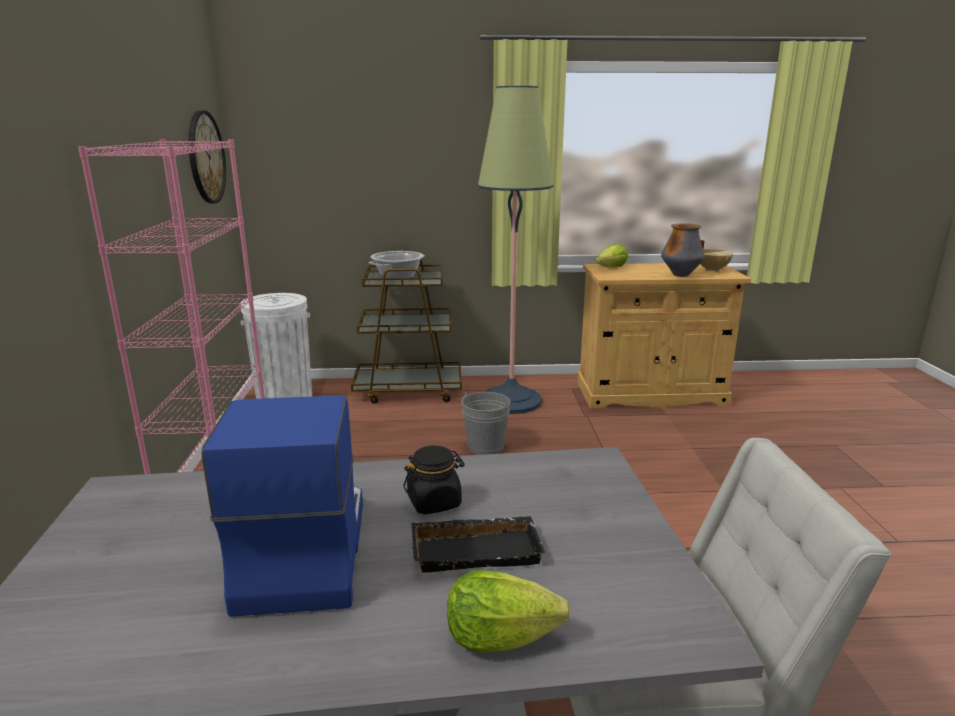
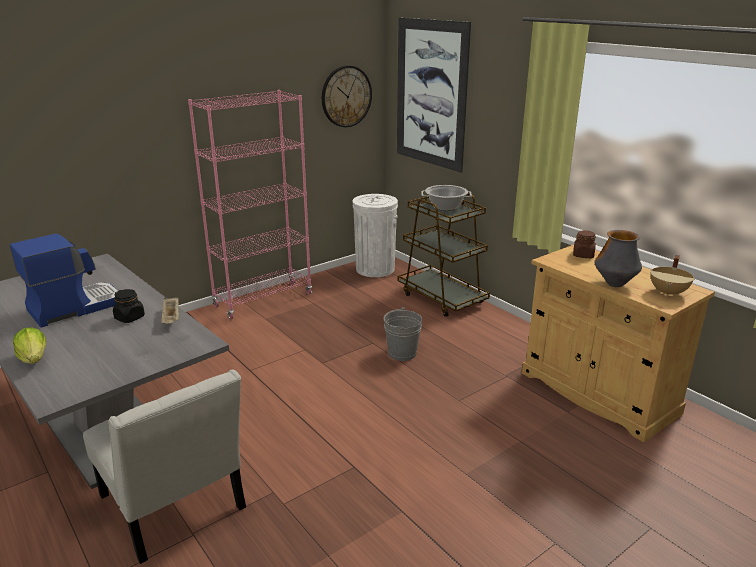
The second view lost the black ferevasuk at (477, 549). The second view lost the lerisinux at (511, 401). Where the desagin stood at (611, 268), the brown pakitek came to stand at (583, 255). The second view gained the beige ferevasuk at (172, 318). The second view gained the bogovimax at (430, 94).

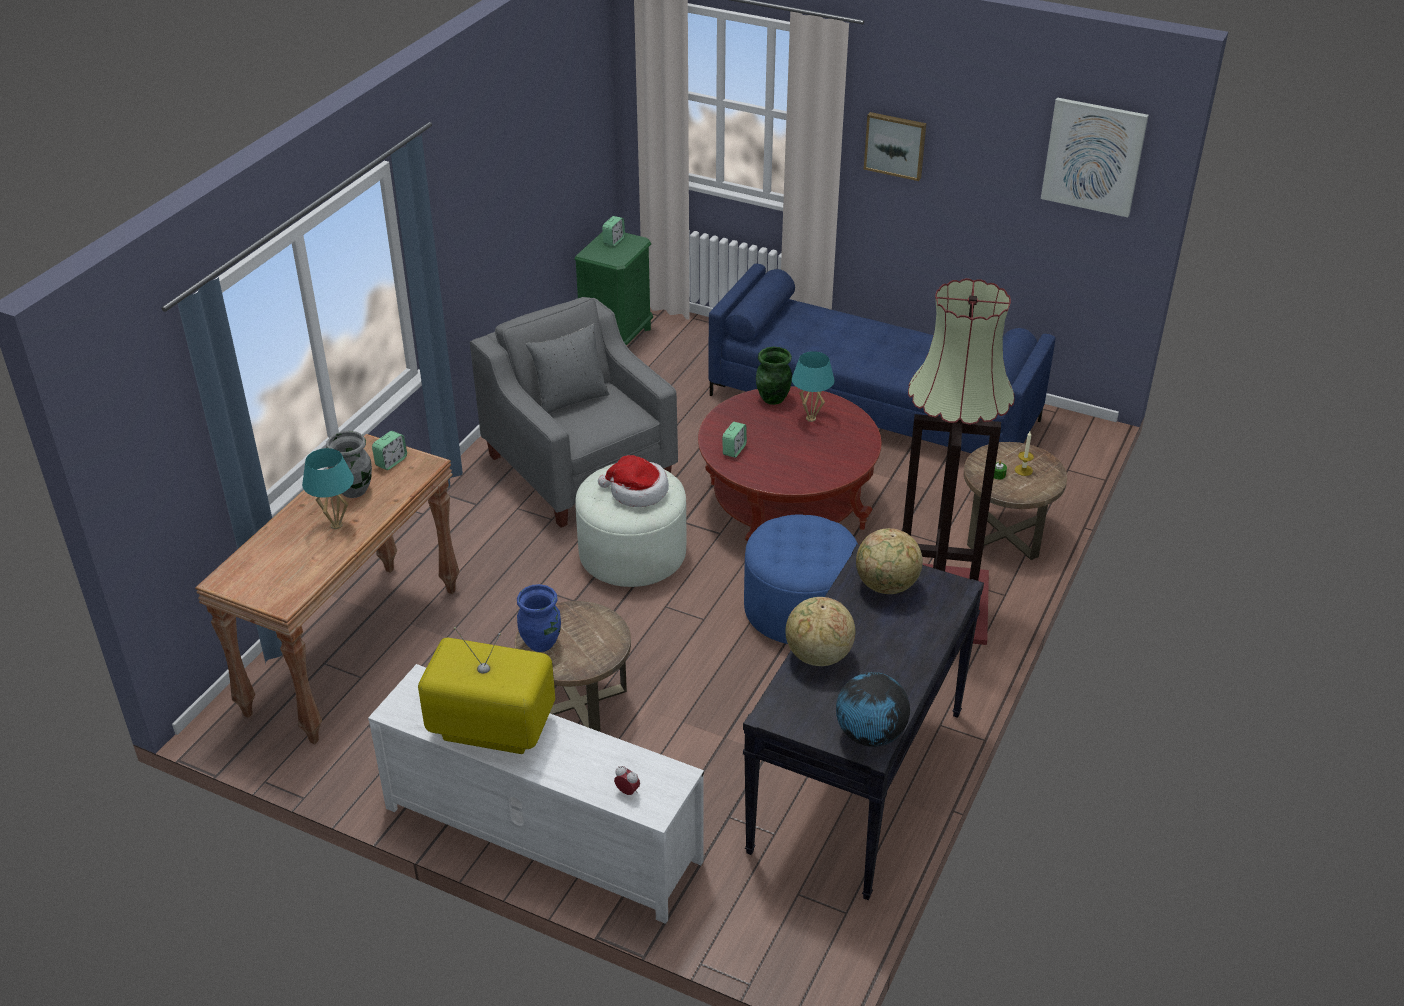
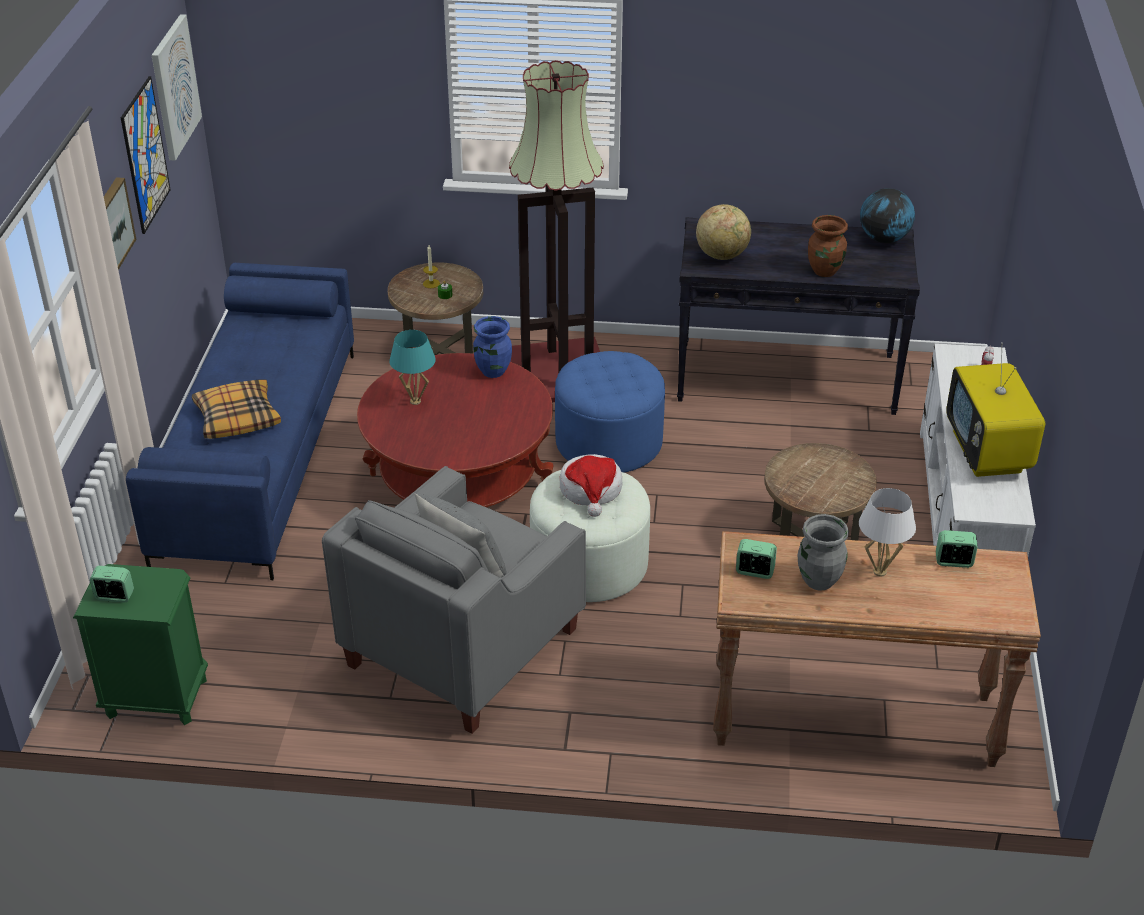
What was the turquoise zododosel at (336, 525) turned into the white zododosel at (880, 572). The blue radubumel ended up elsewhere, having gone from (541, 643) to (492, 371). The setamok ended up elsewhere, having gone from (734, 450) to (954, 561). The second view lost the green radubumel at (773, 399). Where the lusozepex stood at (818, 656), the brown radubumel came to stand at (825, 271). The second view gained the bogovimax at (145, 155). The second view gained the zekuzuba at (237, 418).

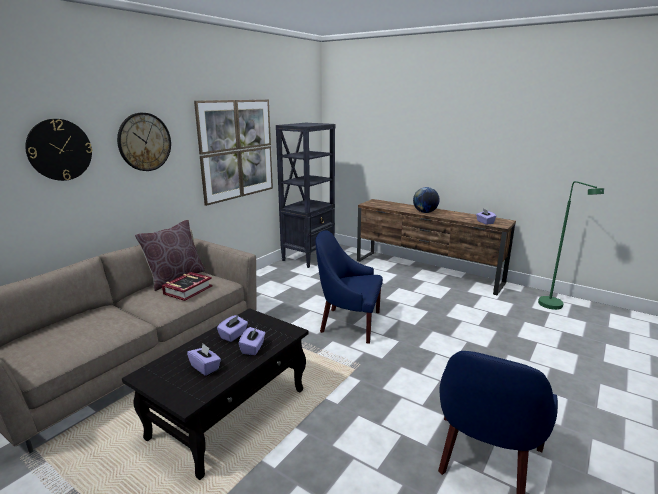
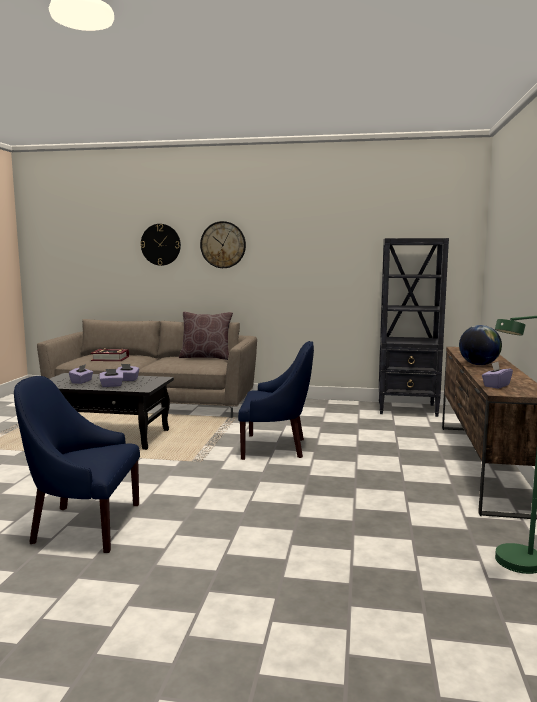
The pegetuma ended up elsewhere, having gone from (187, 290) to (110, 359). The second view lost the bogovimax at (237, 149). The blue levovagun at (349, 323) ended up facing another way, 105 degrees clockwise from before.

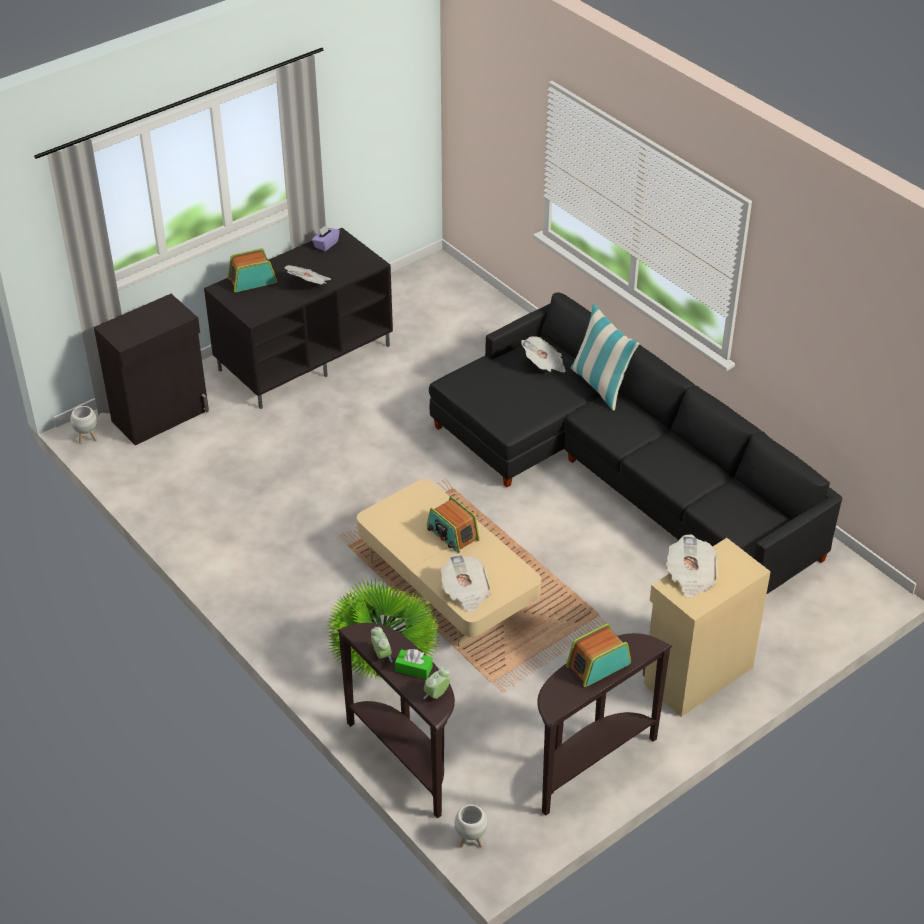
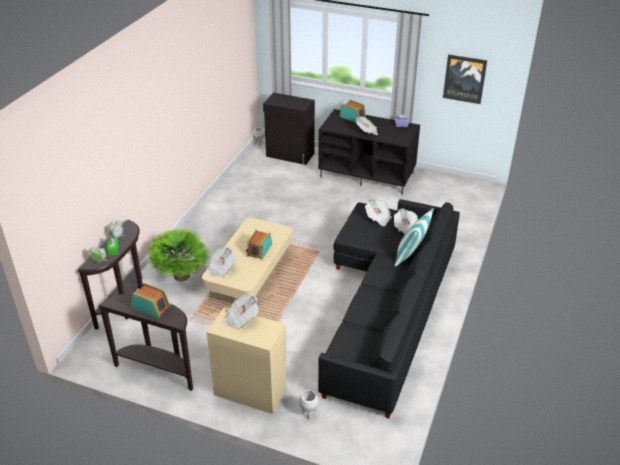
The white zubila ended up elsewhere, having gone from (470, 841) to (308, 413). The second view gained the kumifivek at (378, 218). The second view gained the bogovimax at (464, 79).

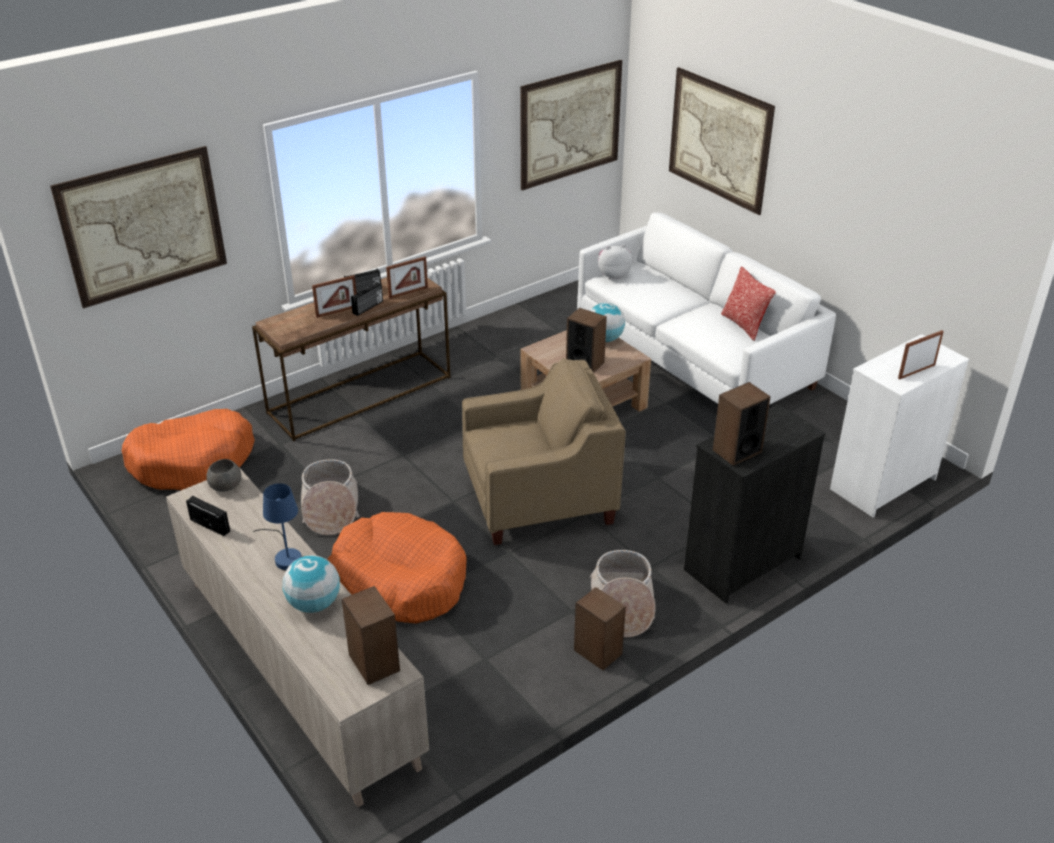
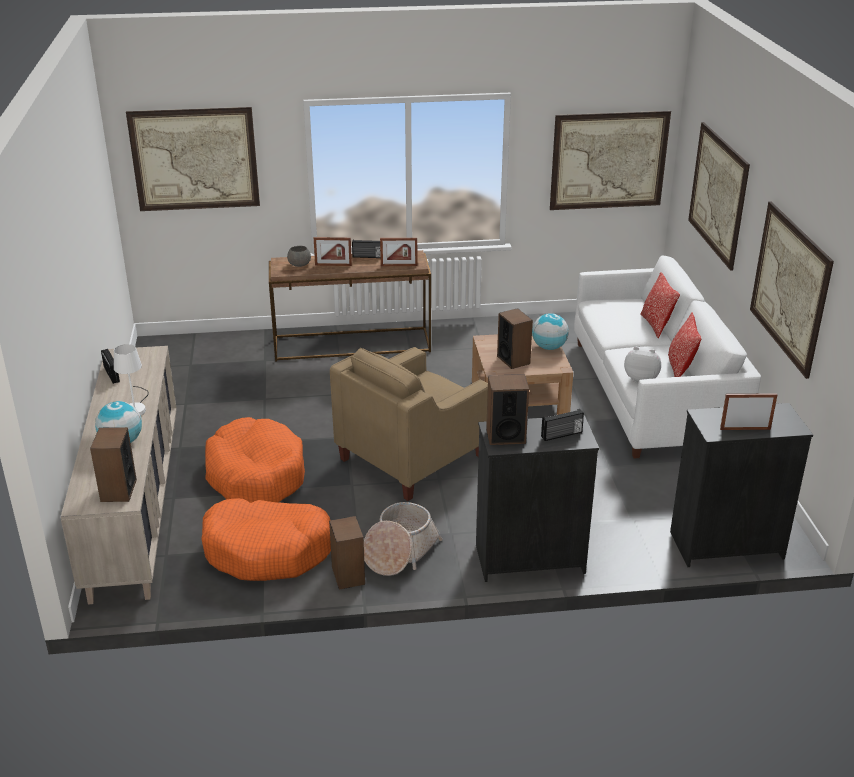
The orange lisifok ended up elsewhere, having gone from (193, 461) to (268, 550). The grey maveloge ended up elsewhere, having gone from (225, 485) to (299, 264). What was the blue zododosel at (285, 555) turned into the white zododosel at (136, 407). The second view lost the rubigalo at (330, 509). The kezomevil ended up elsewhere, having gone from (368, 307) to (562, 435). The beige levovagun at (539, 500) ended up facing another way, 120 degrees clockwise from before. The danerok ended up elsewhere, having gone from (613, 275) to (641, 379). What was the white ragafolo at (882, 484) turned into the black ragafolo at (726, 544). The second view gained the zekuzuba at (656, 325). The second view gained the bogovimax at (789, 287).

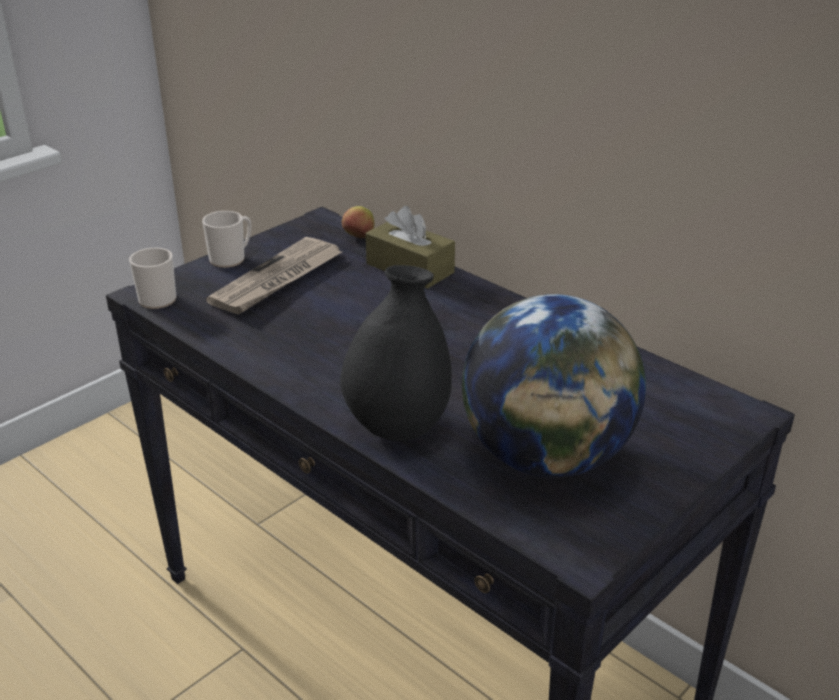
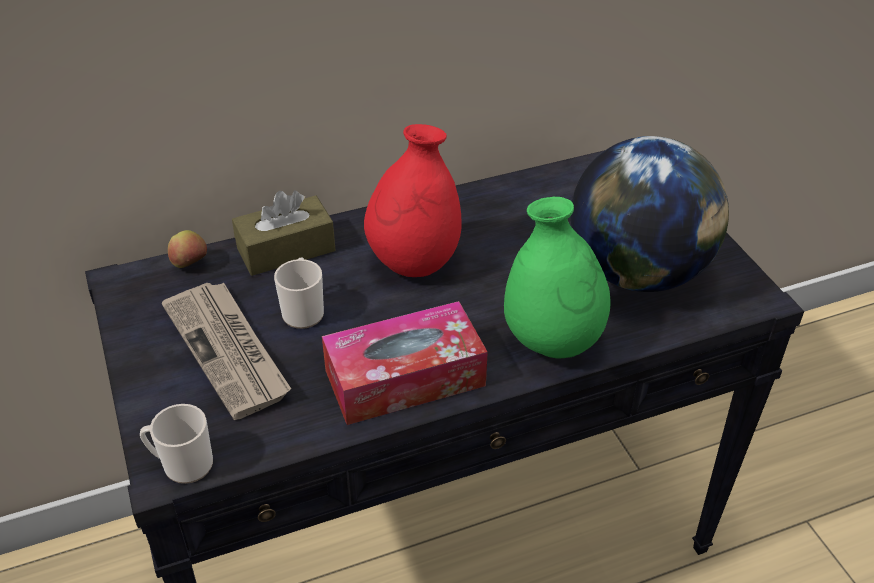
The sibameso ended up elsewhere, having gone from (231, 258) to (303, 310). What was the black radubumel at (398, 426) turned into the green radubumel at (552, 341). The second view gained the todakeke at (405, 378). The second view gained the red radubumel at (414, 262).

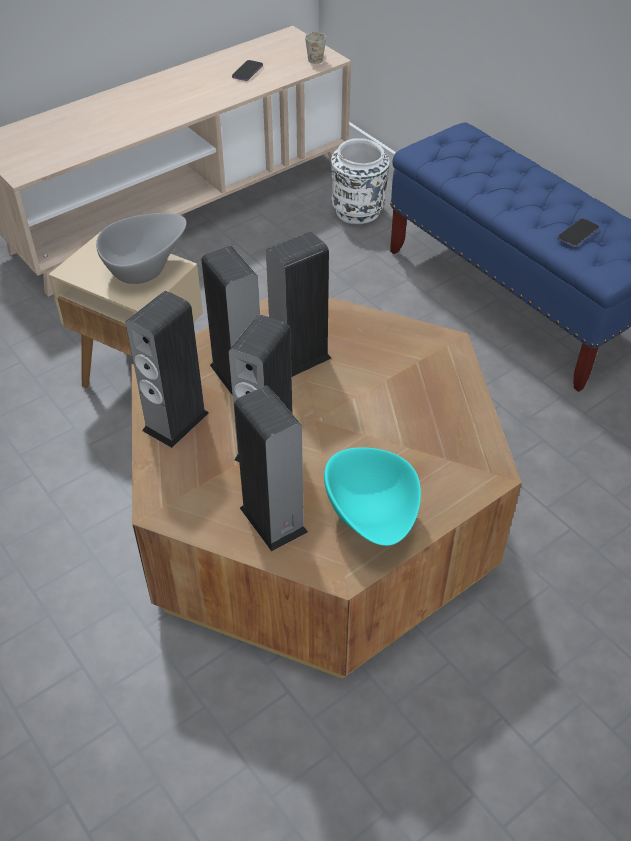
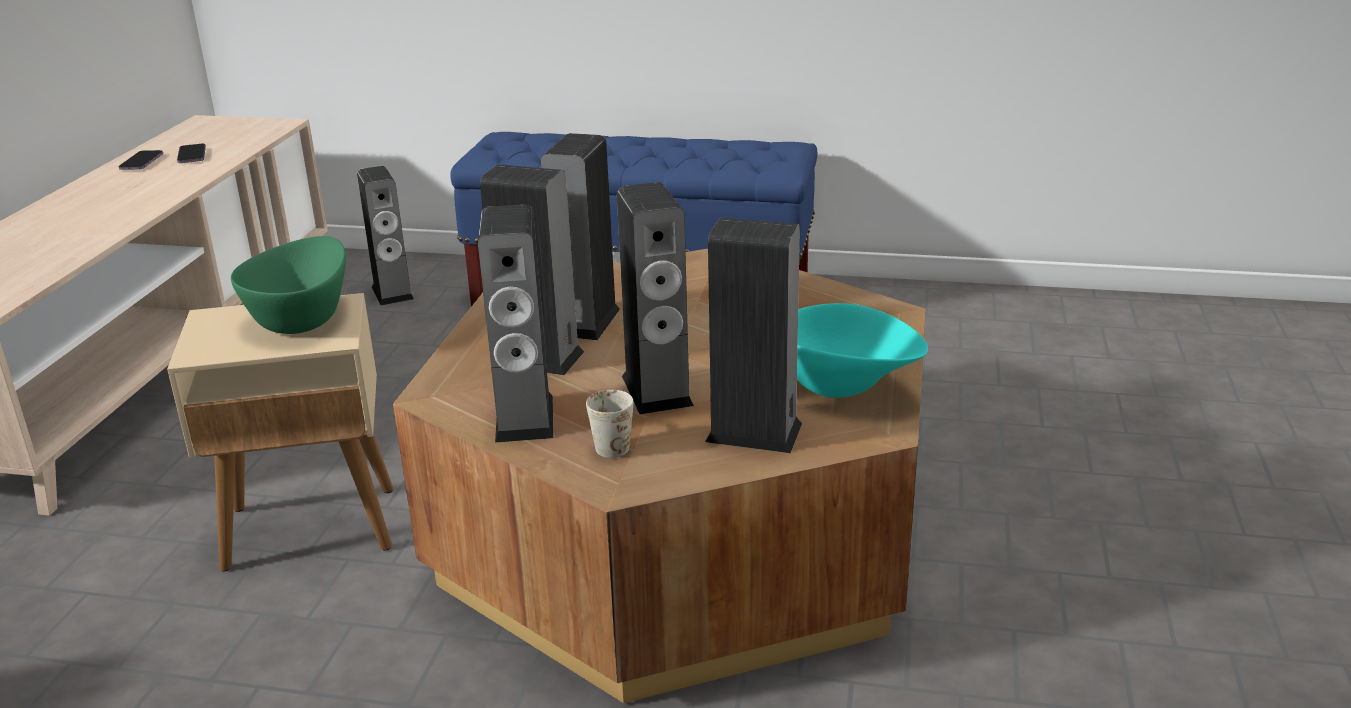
What was the grey maveloge at (145, 269) turned into the green maveloge at (303, 318). The white sibameso ended up elsewhere, having gone from (316, 58) to (607, 444). Where the white radubumel stood at (358, 212), the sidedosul came to stand at (392, 293). The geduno ended up elsewhere, having gone from (577, 234) to (141, 162).

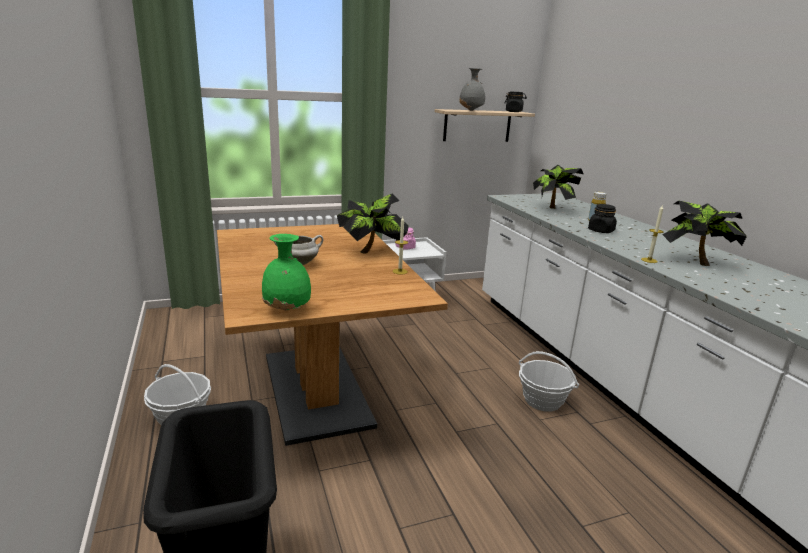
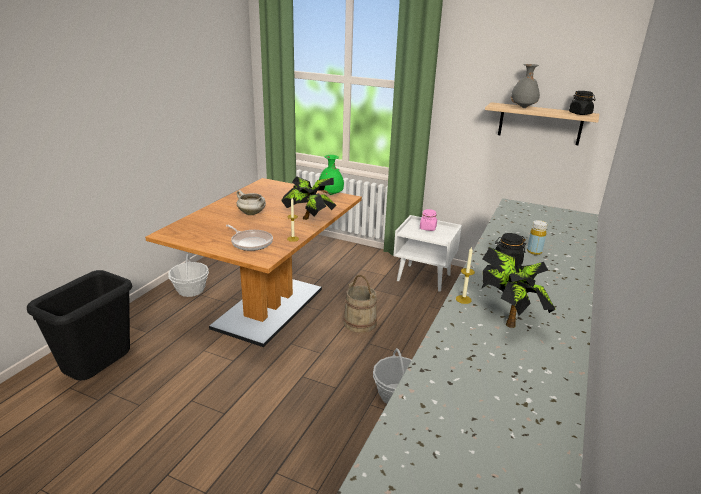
The green radubumel ended up elsewhere, having gone from (288, 310) to (331, 195). The second view lost the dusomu at (552, 209). The second view gained the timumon at (250, 242). The second view gained the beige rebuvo at (360, 322).

